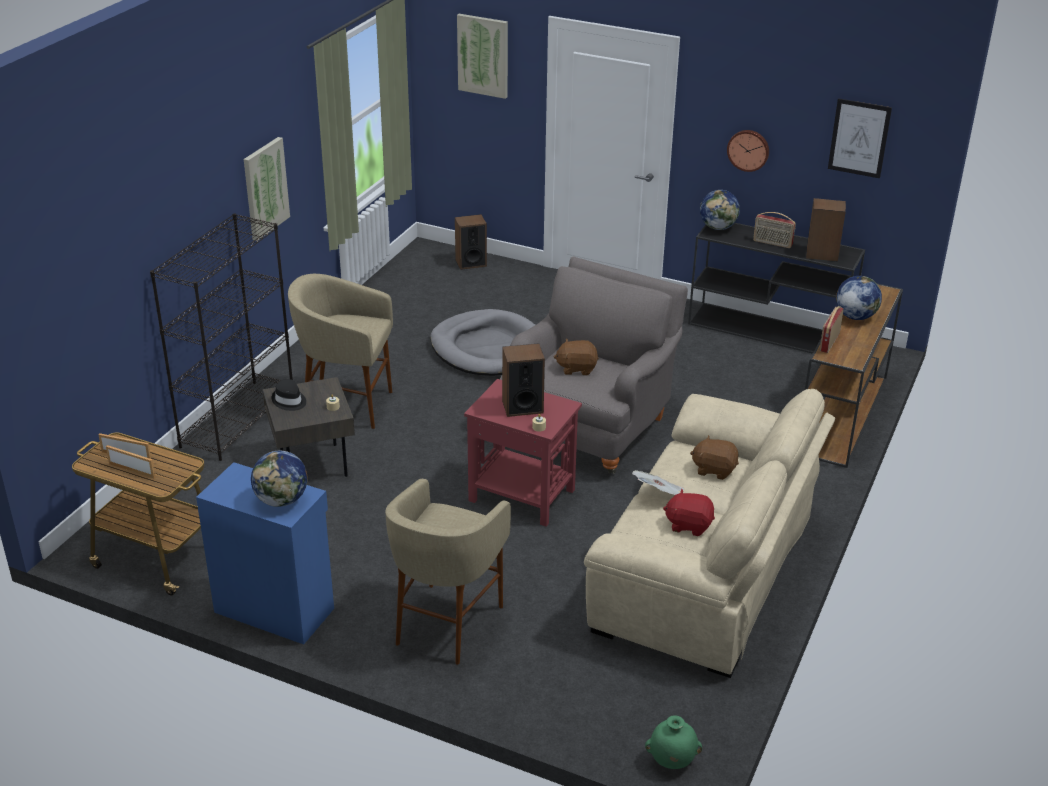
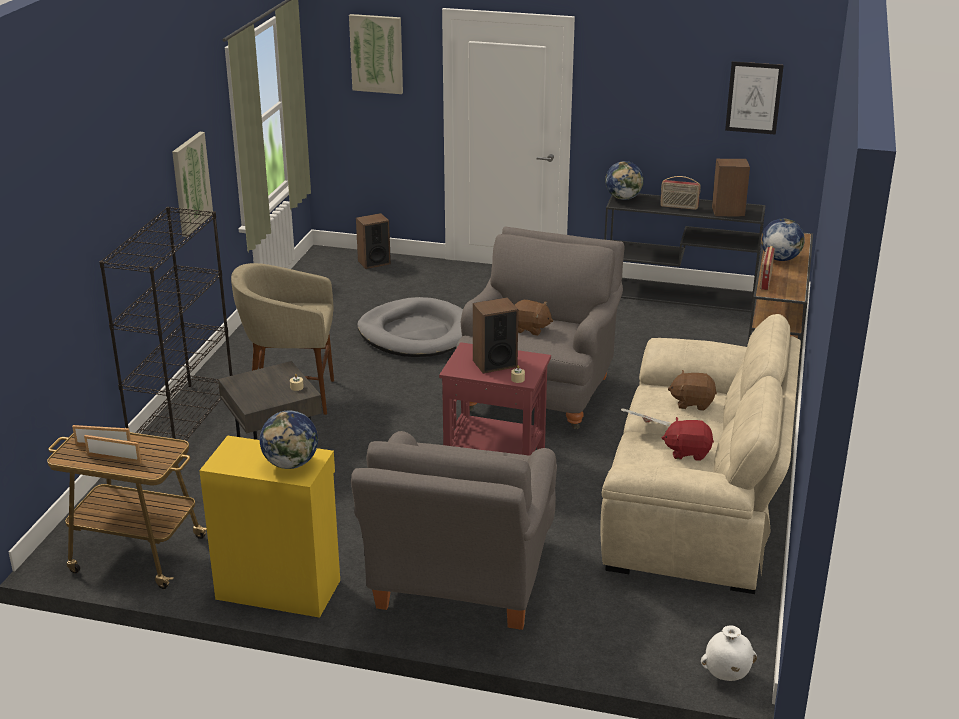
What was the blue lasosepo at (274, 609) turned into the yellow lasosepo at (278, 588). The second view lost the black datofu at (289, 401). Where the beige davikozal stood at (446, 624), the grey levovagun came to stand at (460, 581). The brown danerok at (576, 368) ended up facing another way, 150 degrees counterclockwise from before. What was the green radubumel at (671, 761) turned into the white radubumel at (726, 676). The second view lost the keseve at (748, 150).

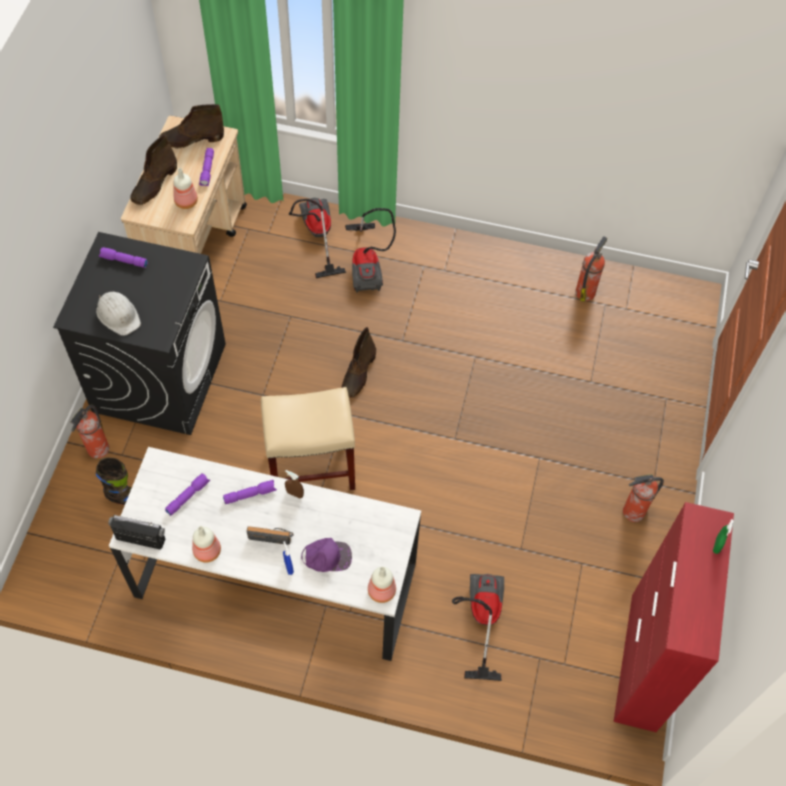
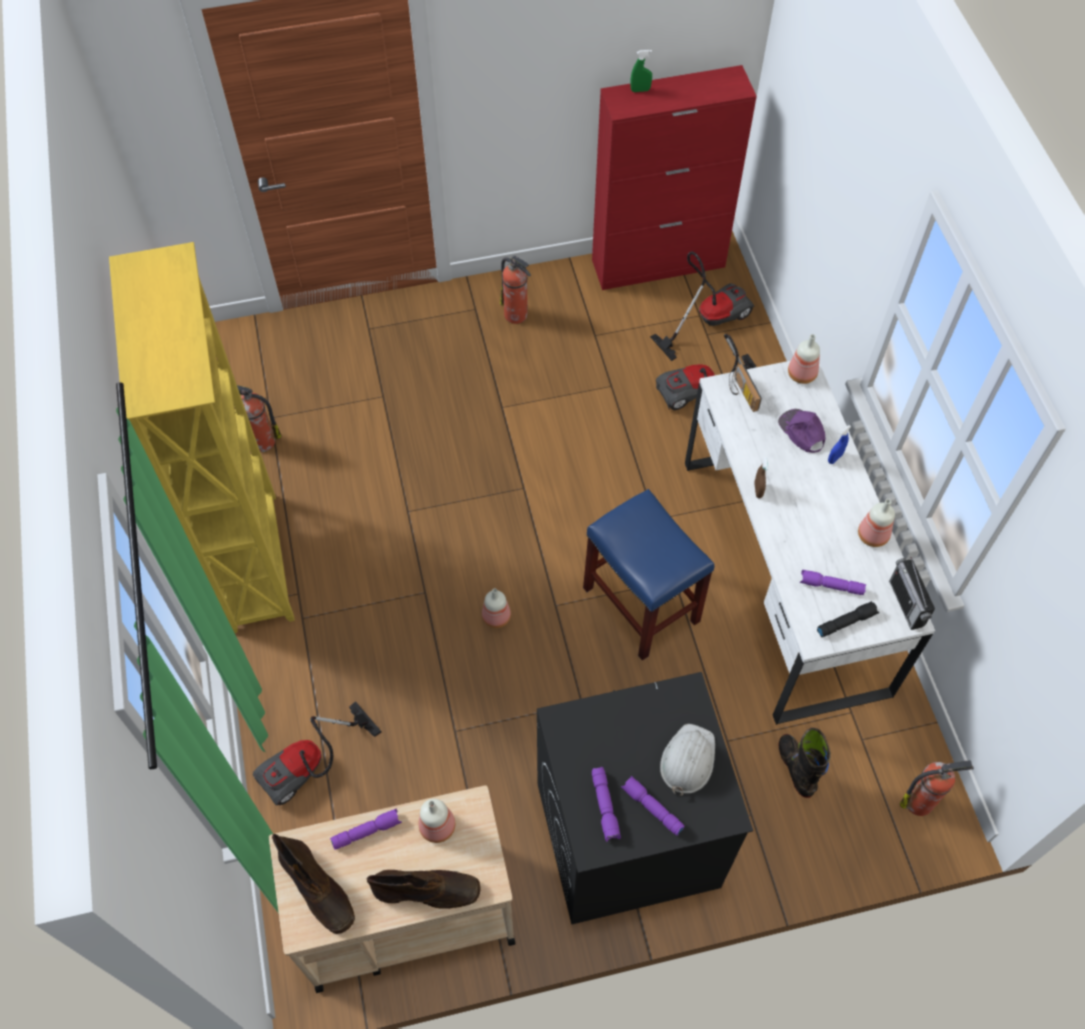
The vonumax ended up elsewhere, having gone from (97, 450) to (920, 801). The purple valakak ended up elsewhere, having gone from (250, 494) to (651, 808). The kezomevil ended up elsewhere, having gone from (271, 535) to (741, 393). What was the beige davikozal at (312, 467) turned into the blue davikozal at (639, 604). Where the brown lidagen stood at (358, 374), the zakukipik came to stand at (495, 616). The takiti ended up elsewhere, having gone from (368, 265) to (707, 319). The second view gained the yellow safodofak at (255, 560). The second view gained the black valakak at (846, 621).

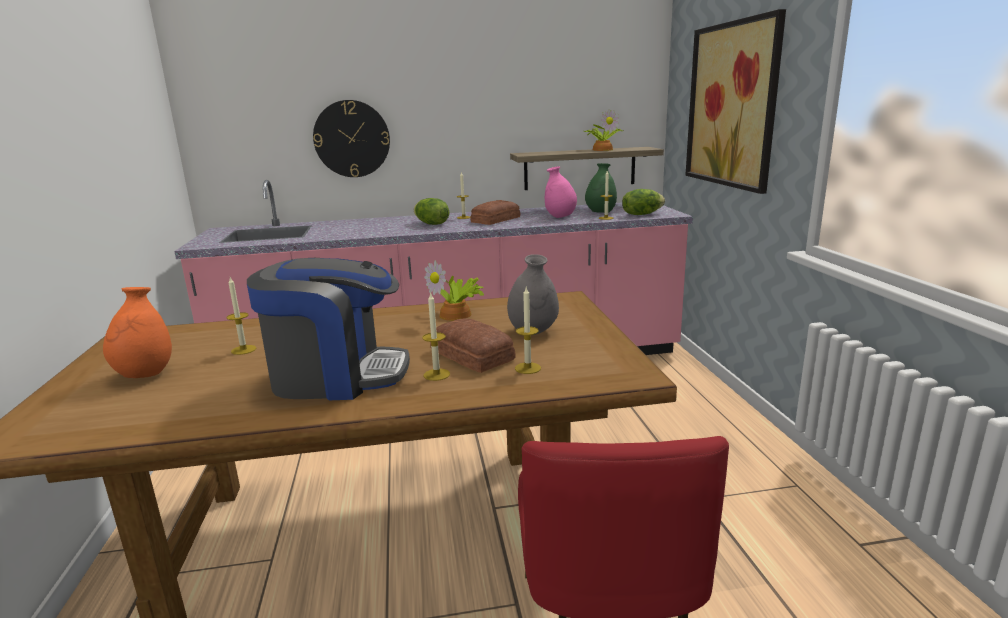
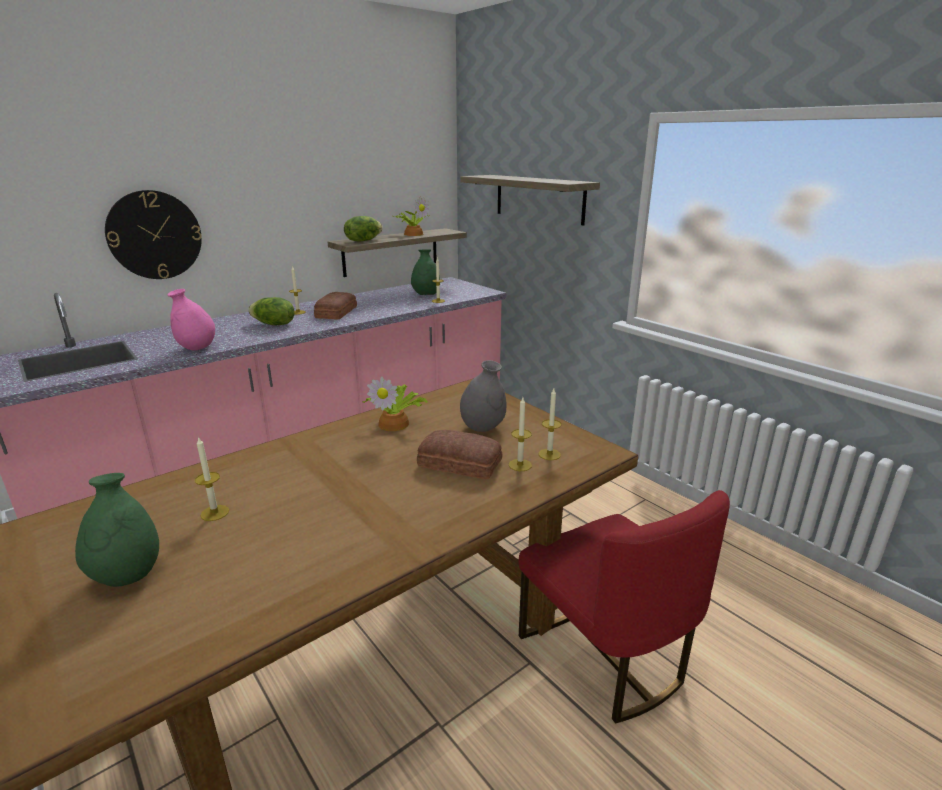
What was the orange radubumel at (145, 375) turned into the green radubumel at (128, 575). The second view lost the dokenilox at (337, 376). The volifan ended up elsewhere, having gone from (436, 374) to (549, 454). The pink radubumel ended up elsewhere, having gone from (560, 217) to (197, 348). The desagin ended up elsewhere, having gone from (641, 214) to (363, 240). Where the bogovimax hung at (732, 105), the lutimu came to hang at (539, 198).

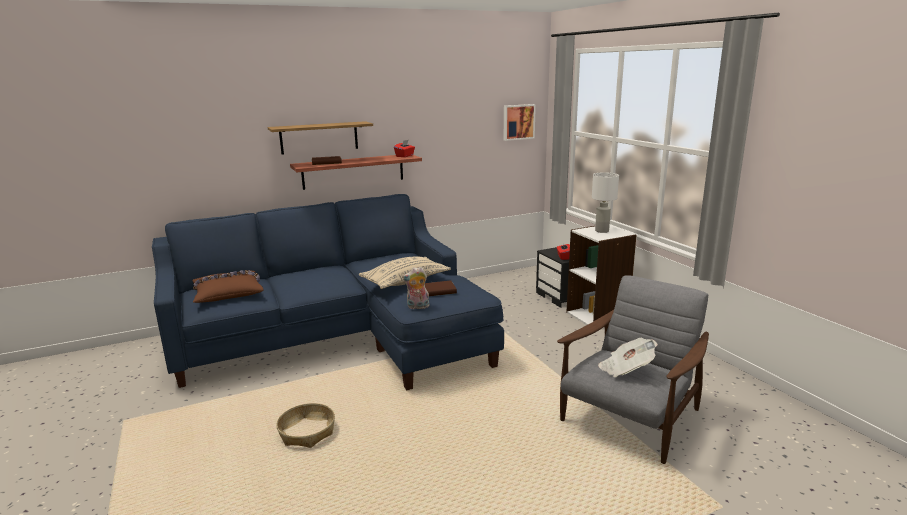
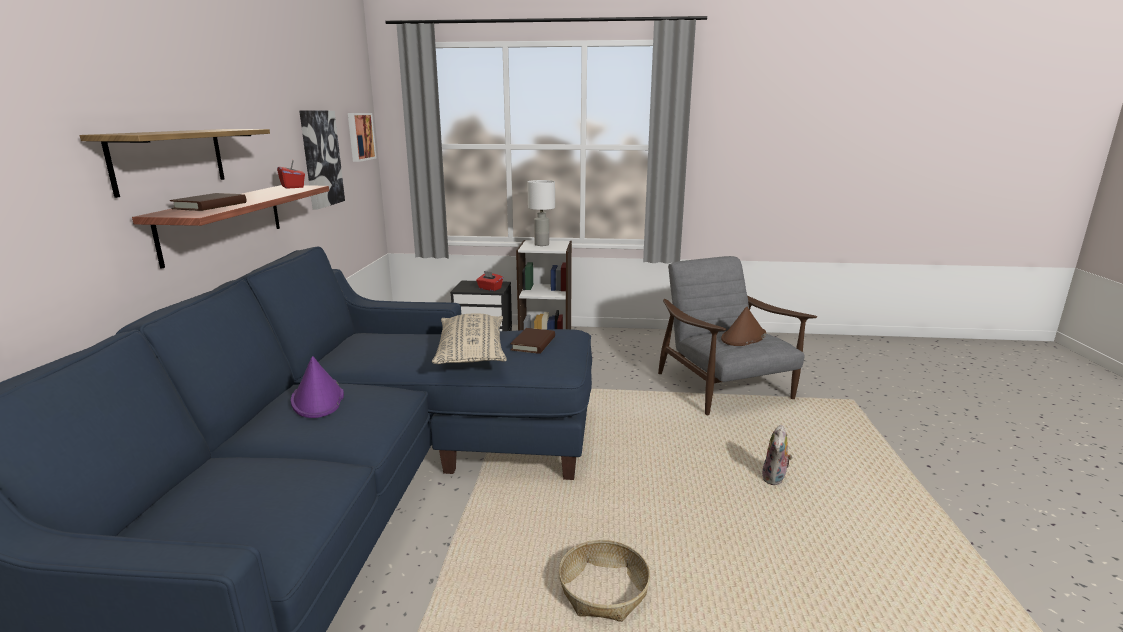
The second view lost the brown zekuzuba at (228, 293). The danerok ended up elsewhere, having gone from (417, 307) to (775, 479). Where the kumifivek stood at (626, 369), the brown datofu came to stand at (743, 337). The second view gained the purple datofu at (318, 399). The second view gained the bogovimax at (320, 158).

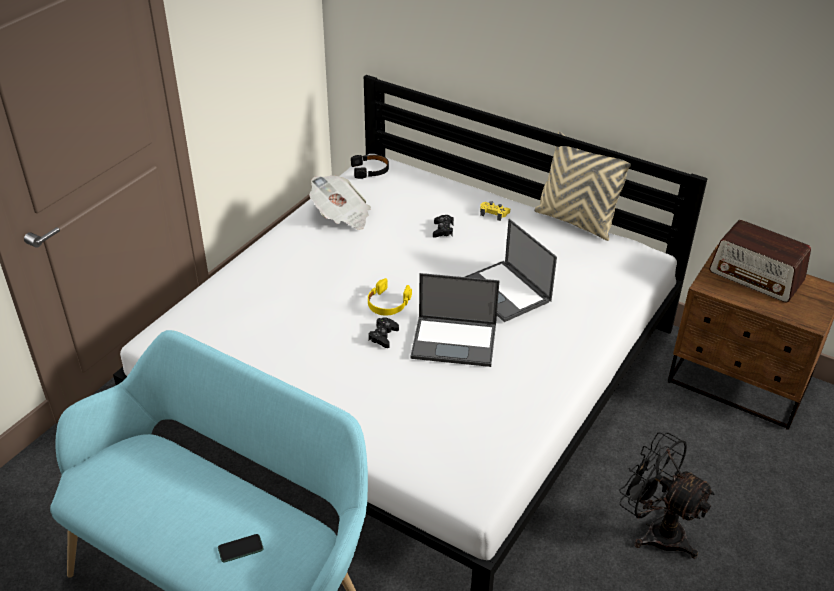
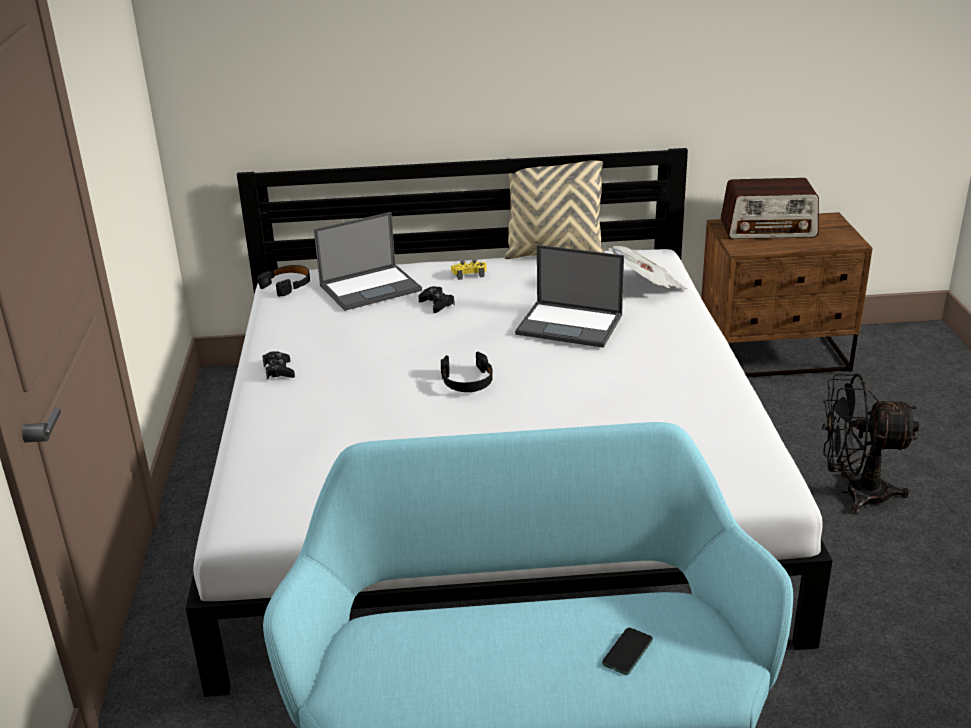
The kumifivek ended up elsewhere, having gone from (341, 216) to (647, 287). What was the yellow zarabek at (388, 303) turned into the black zarabek at (467, 381). The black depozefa ended up elsewhere, having gone from (383, 336) to (279, 371). The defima ended up elsewhere, having gone from (455, 341) to (371, 287).

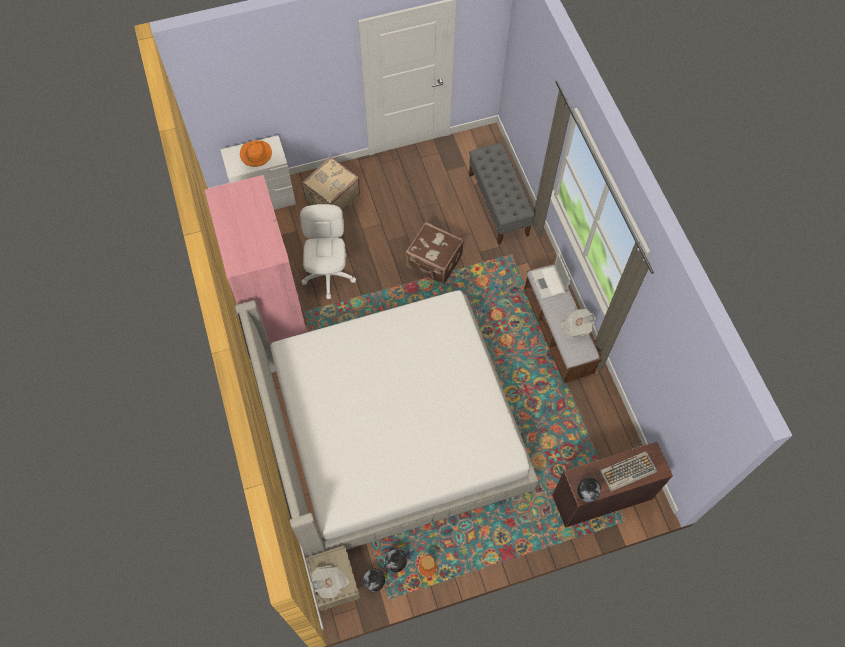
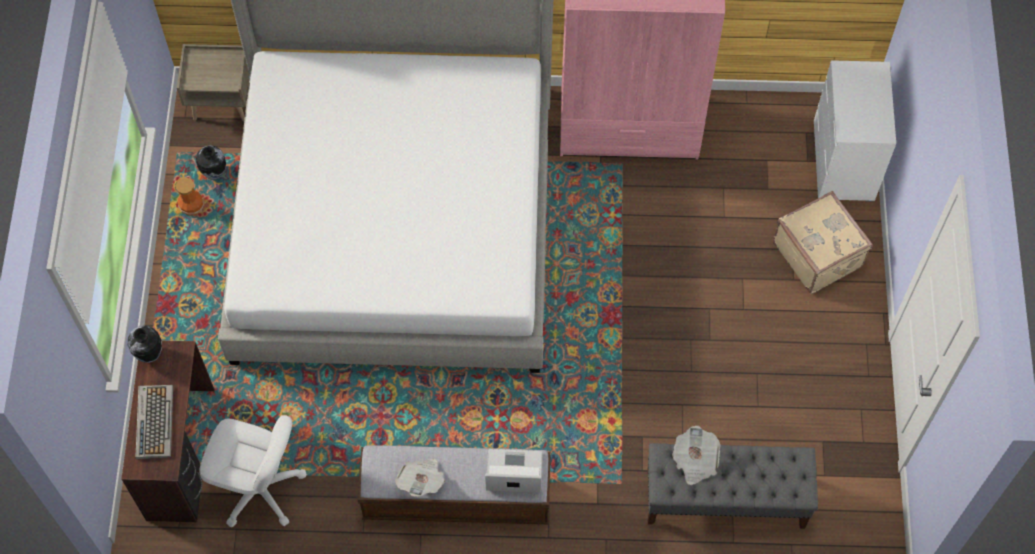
The second view lost the orange datofu at (256, 155). The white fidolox ended up elsewhere, having gone from (329, 275) to (260, 489). The kumifivek ended up elsewhere, having gone from (330, 583) to (695, 461). The second view lost the radubumel at (374, 583). The second view lost the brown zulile at (434, 263).

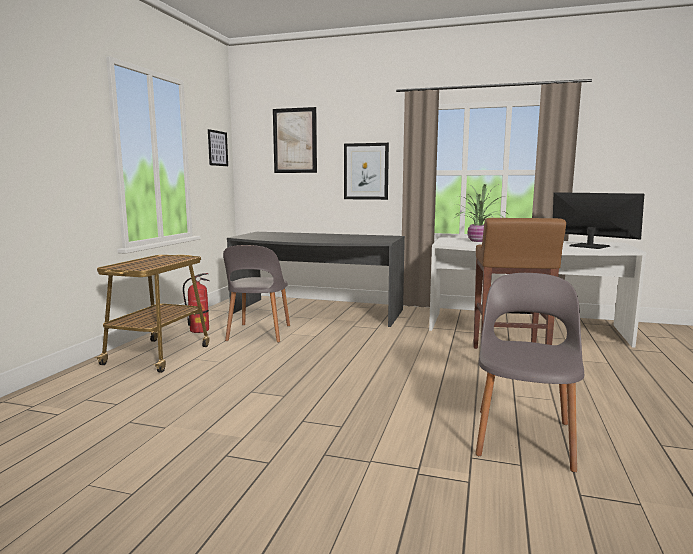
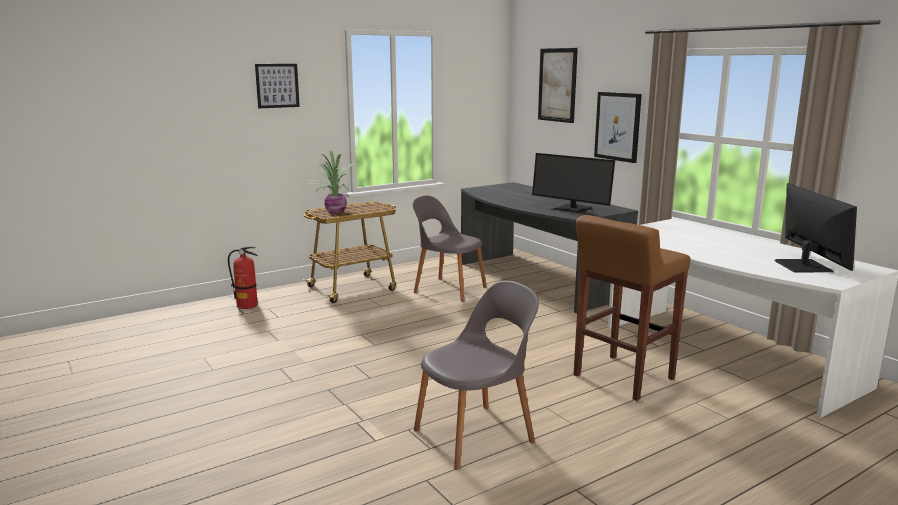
The vonumax ended up elsewhere, having gone from (199, 330) to (247, 305). The bogovimax ended up elsewhere, having gone from (217, 148) to (277, 85). The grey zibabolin at (258, 334) ended up facing another way, 75 degrees clockwise from before. The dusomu ended up elsewhere, having gone from (477, 241) to (334, 212). The second view gained the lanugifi at (572, 209).

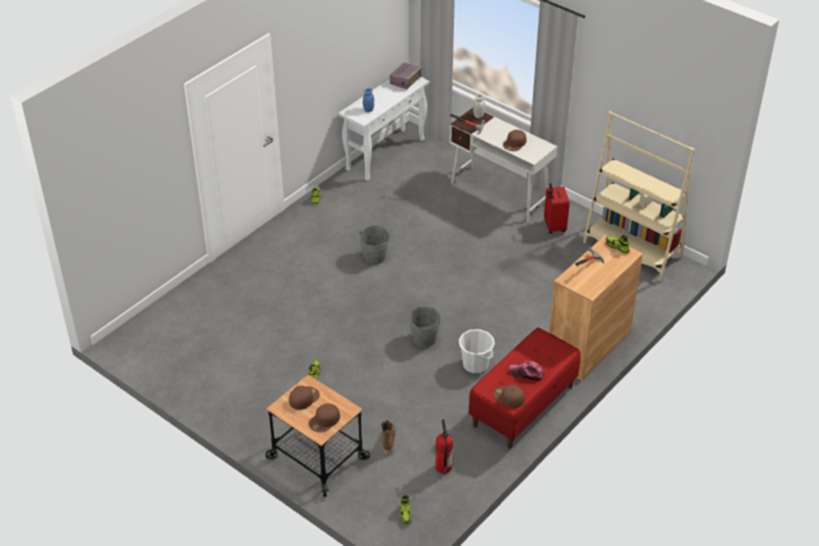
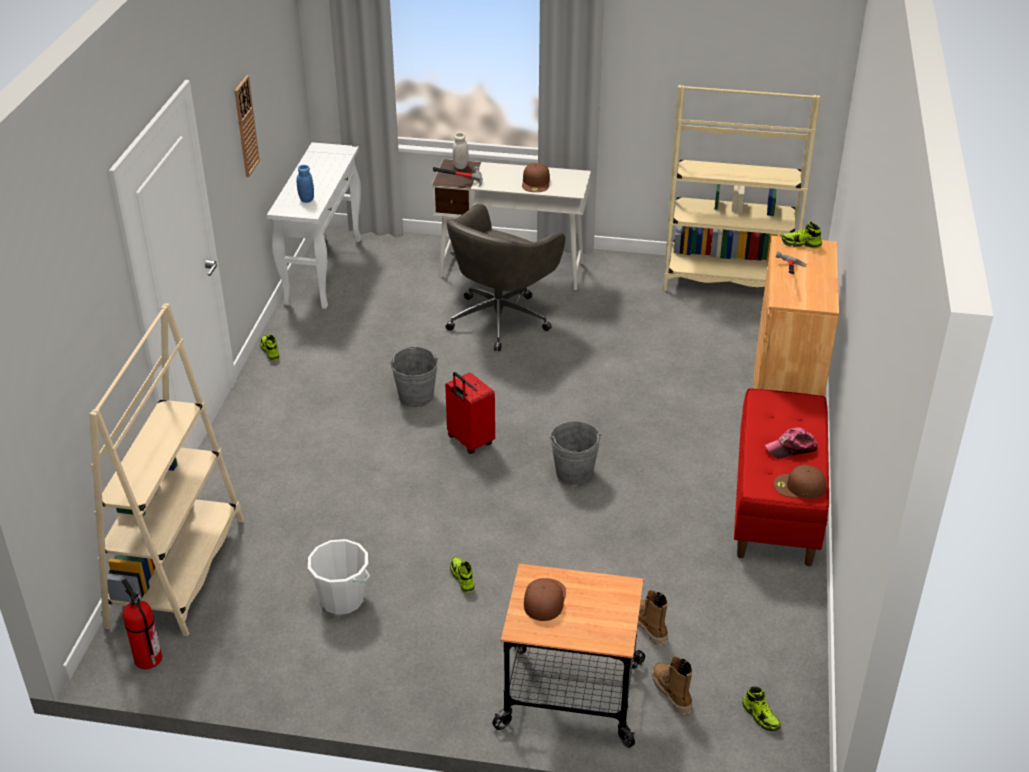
The second view lost the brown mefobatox at (324, 420). The second view lost the kezomevil at (405, 81). The vonumax ended up elsewhere, having gone from (443, 466) to (147, 658). The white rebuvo ended up elsewhere, having gone from (475, 364) to (342, 599). The red zulile ended up elsewhere, having gone from (553, 226) to (469, 441). The second view gained the beige safodofak at (177, 572). The second view gained the keseve at (246, 126). The second view gained the grey fidolox at (501, 318). The second view gained the lidagen at (671, 693).

